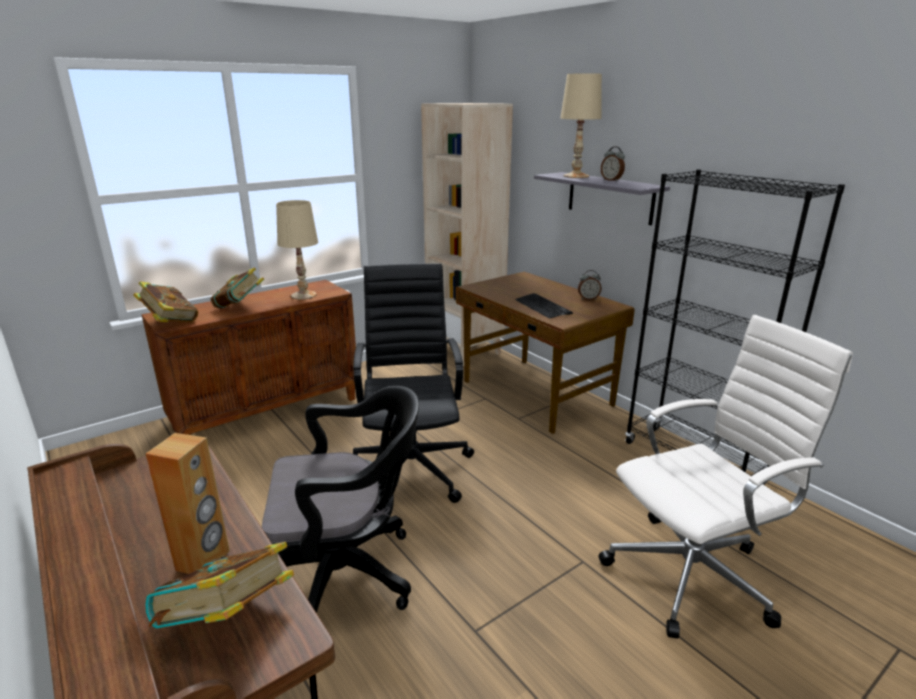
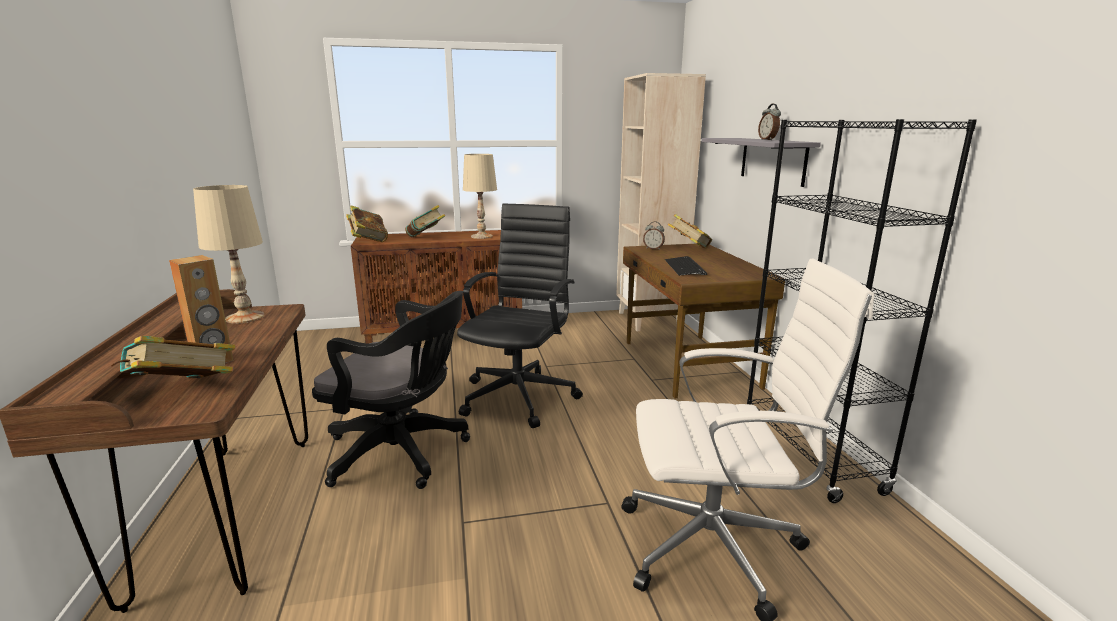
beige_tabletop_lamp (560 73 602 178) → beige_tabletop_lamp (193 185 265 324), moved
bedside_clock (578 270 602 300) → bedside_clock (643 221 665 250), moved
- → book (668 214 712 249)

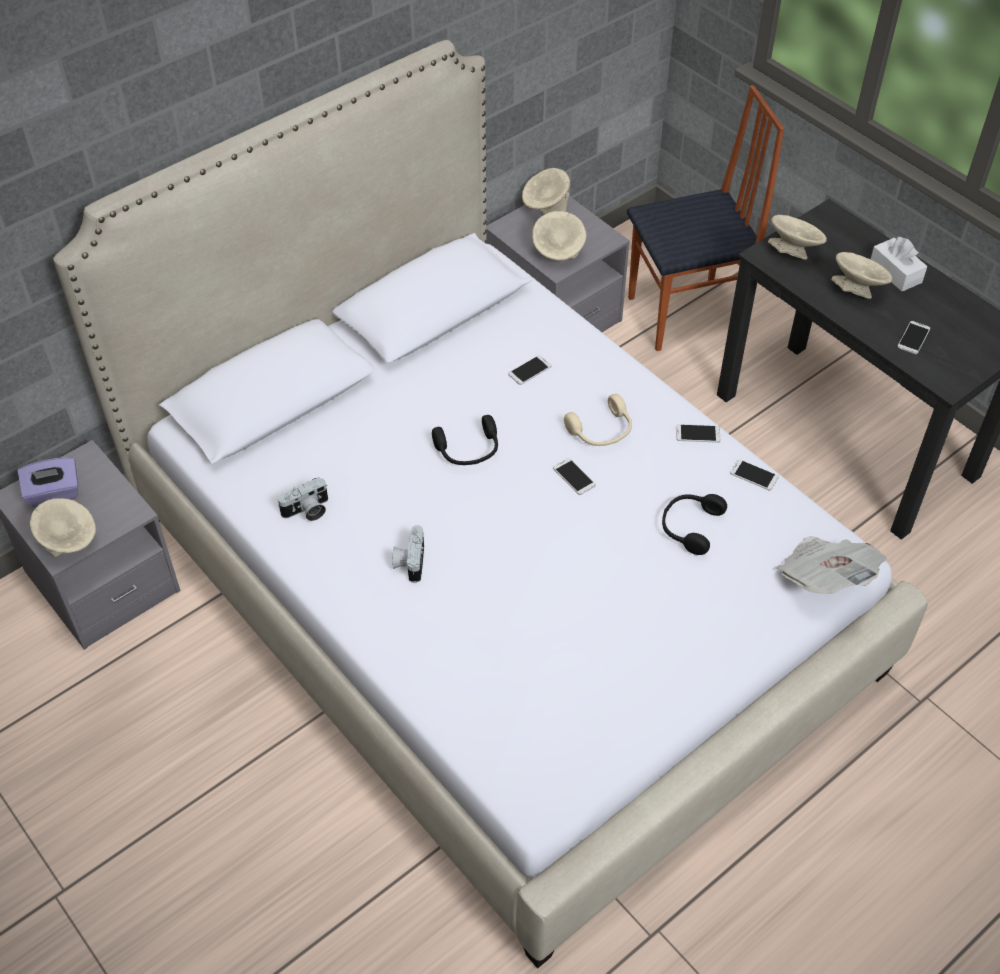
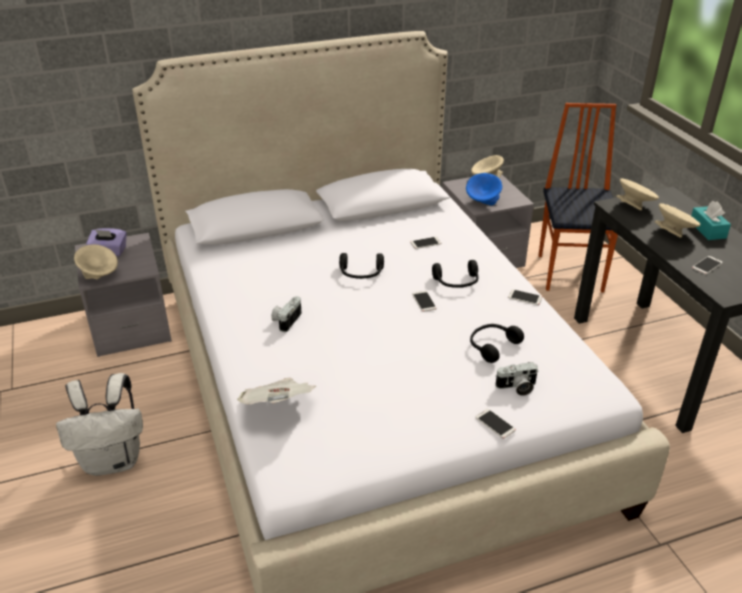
upright_chair (627 85 784 351) → upright_chair (539 103 618 293), 90 degrees counterclockwise
beige_serving_bowl (532 211 587 261) → bluish_serving_bowl (466 173 502 206)
white_tissue_box (871 236 927 291) → turquoise-coloured_tissue_box (691 201 731 240)
beige_headset (564 394 632 446) → black_headset (432 260 479 288)
handset (730 459 779 491) → handset (475 409 516 439), moved
photo_camera (277 477 328 521) → photo_camera (495 362 538 396), moved
daily_paper (776 536 887 594) → daily_paper (237 378 317 404), moved
- → white_knapsack (56 373 143 476)

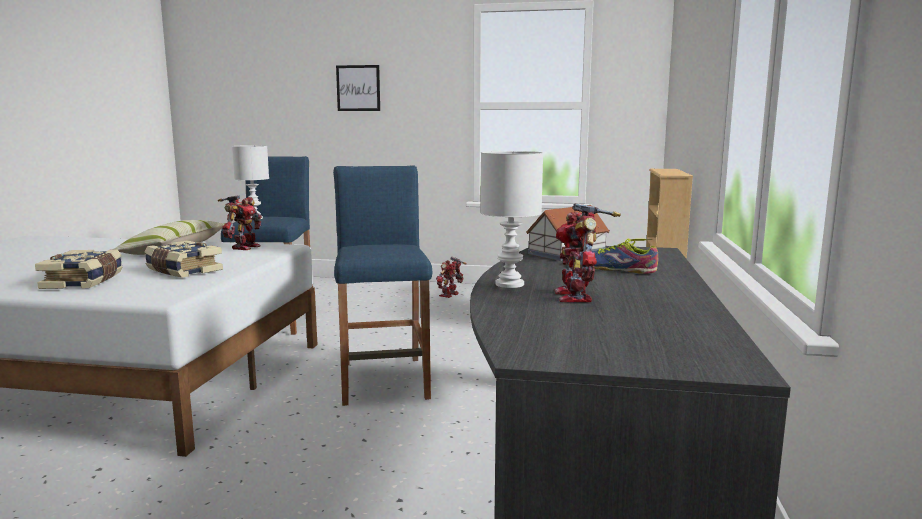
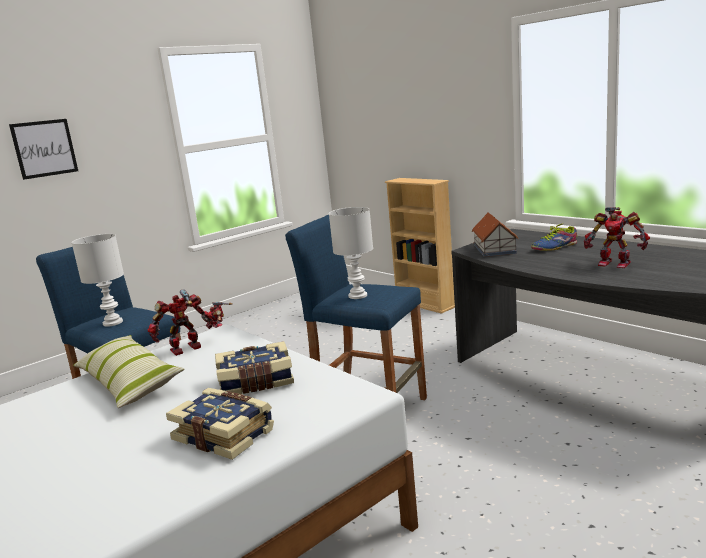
white_tabletop_lamp (480 151 543 288) → white_tabletop_lamp (329 207 373 299), moved
toy_robot (218 195 262 250) → toy_robot (148 289 214 356), 90 degrees counterclockwise

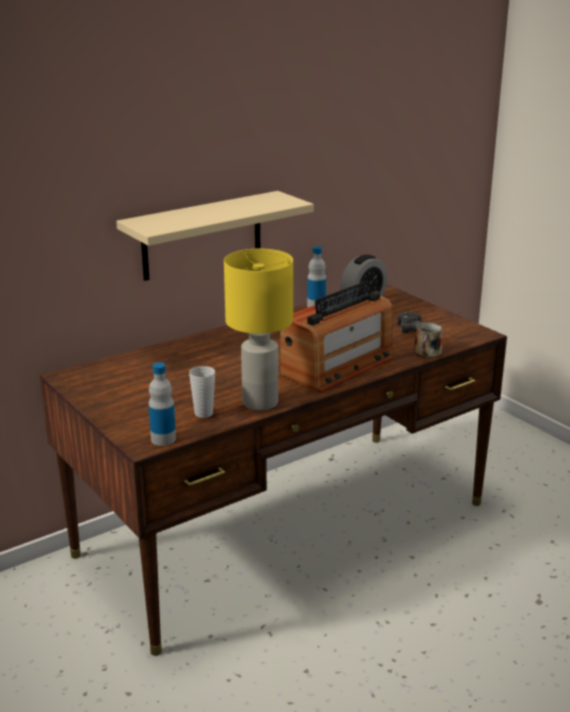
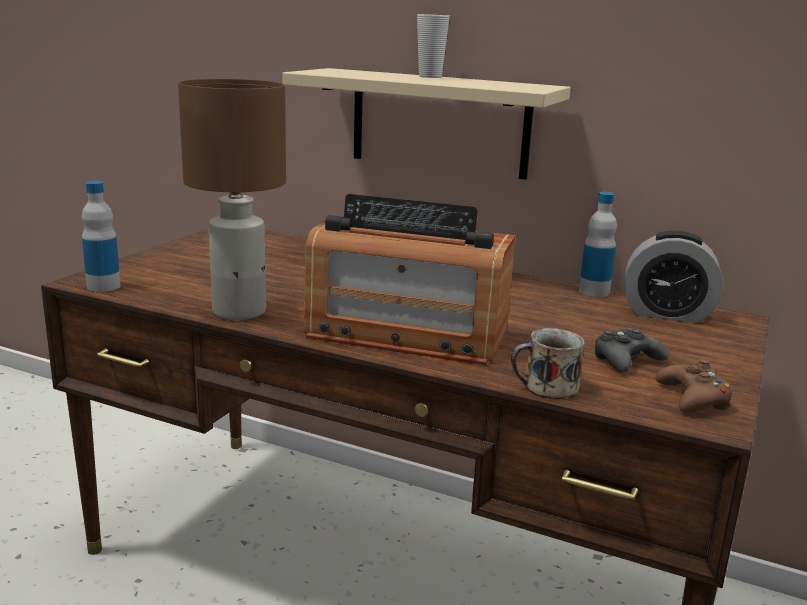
yellow-coloured_tabletop_lamp (224 249 293 410) → brown-coloured_tabletop_lamp (178 79 286 320)
small_cup (189 366 215 418) → small_cup (417 14 450 78), moved
- → brown-coloured_joypad (656 359 732 413)

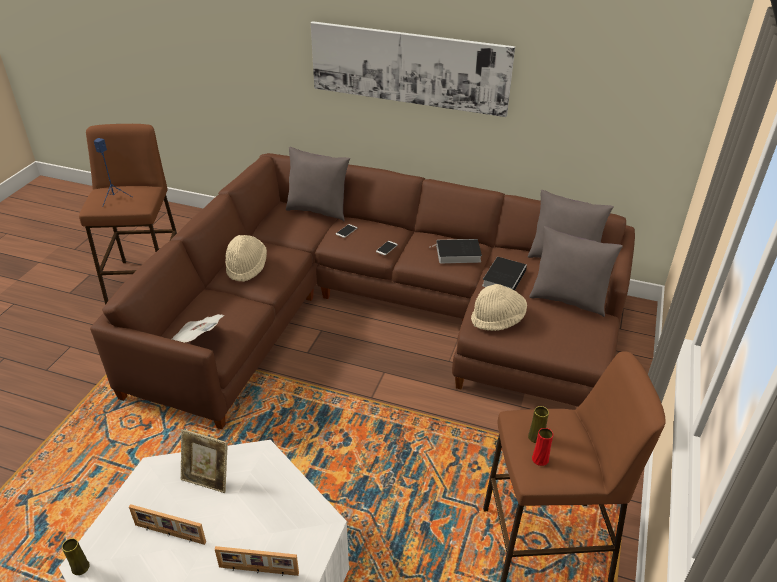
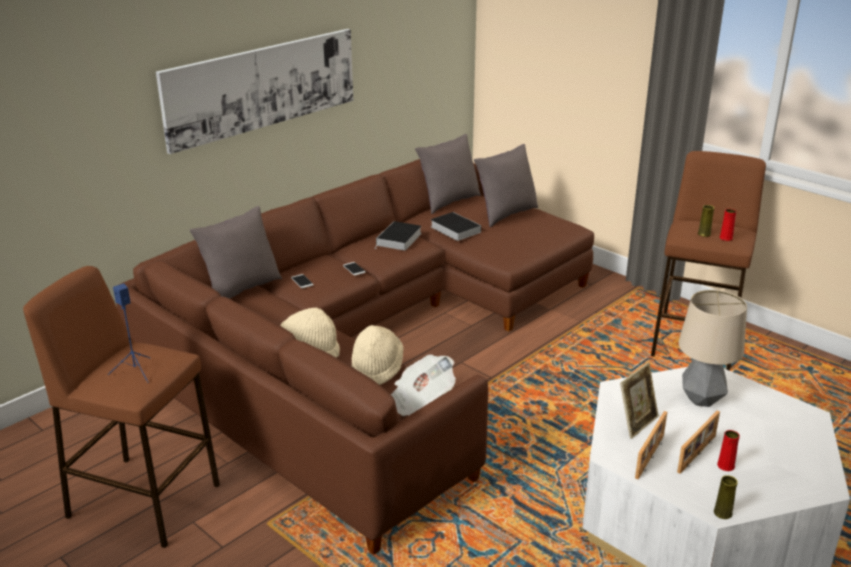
beige_clothing_hat (471 284 527 331) → beige_clothing_hat (352 325 404 385), moved
picture_frame (215 546 299 576) → picture_frame (635 411 667 479), moved
- → tabletop_lamp (678 290 747 407)
- → reddish_vase (717 430 740 471)

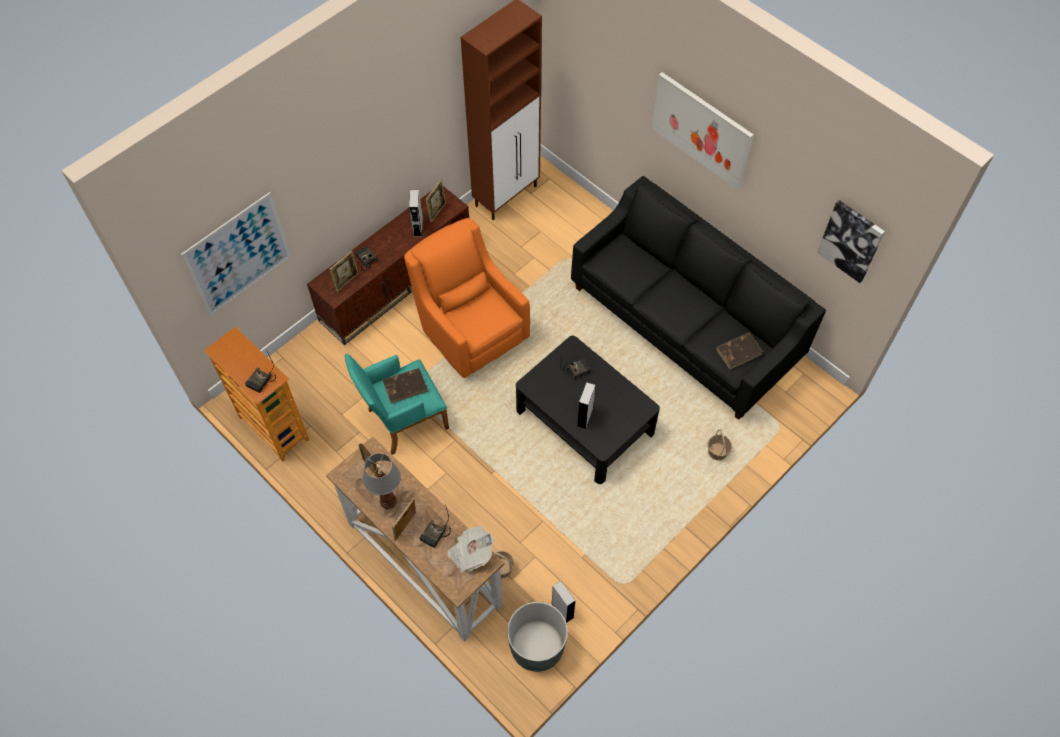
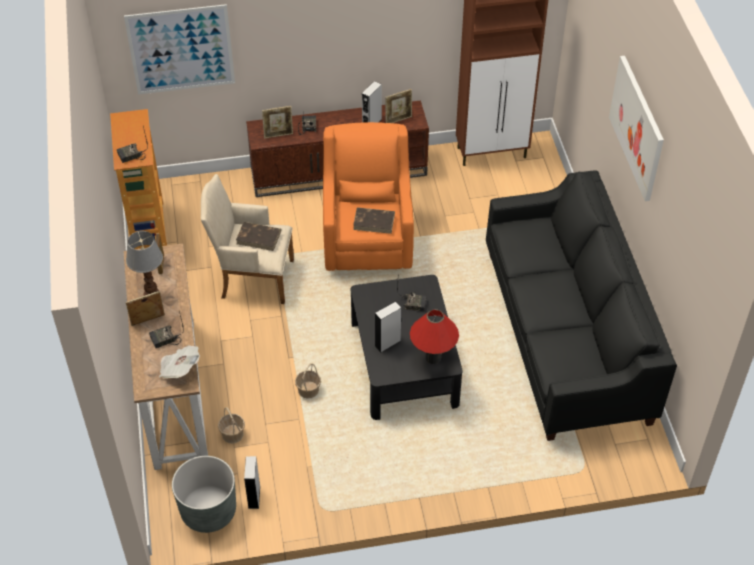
picture (817 200 885 283) → -
brown-coloured_book (716 332 763 369) → brown-coloured_book (353 207 395 234), moved
turquoise-coloured_lounge_chair (345 353 449 455) → beige_lounge_chair (201 174 294 304)
basket (708 430 732 461) → basket (295 363 321 399), moved
- → reddish_tabletop_lamp (410 309 459 364)

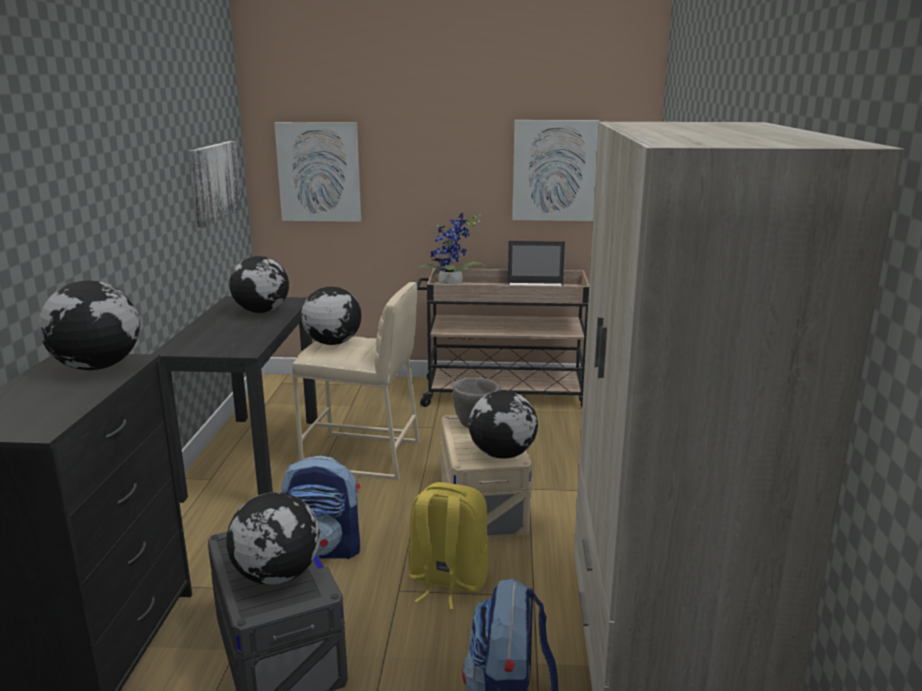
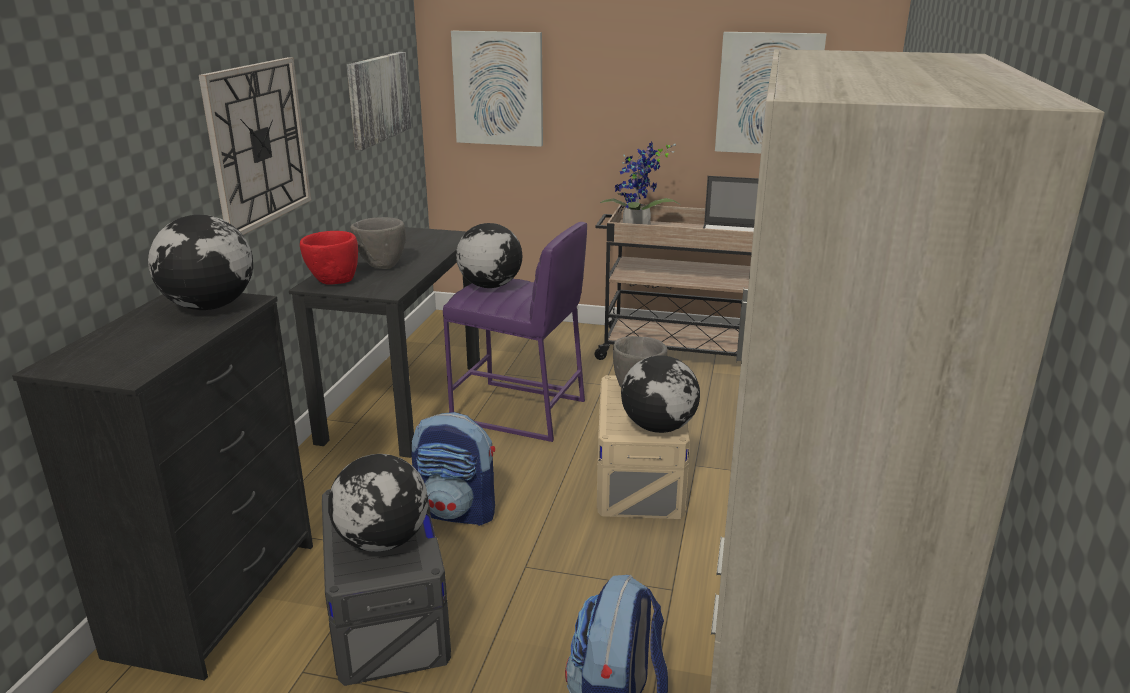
desk_globe (230 256 289 313) → -
beige_sitting_stool (292 282 420 480) → purplish_sitting_stool (443 222 587 442)
yellow-coloured_knapsack (409 482 488 610) → -
- → hanging_clock (199 57 311 235)
- → grey_serving_bowl (350 217 406 269)
- → reddish_serving_bowl (300 231 358 285)

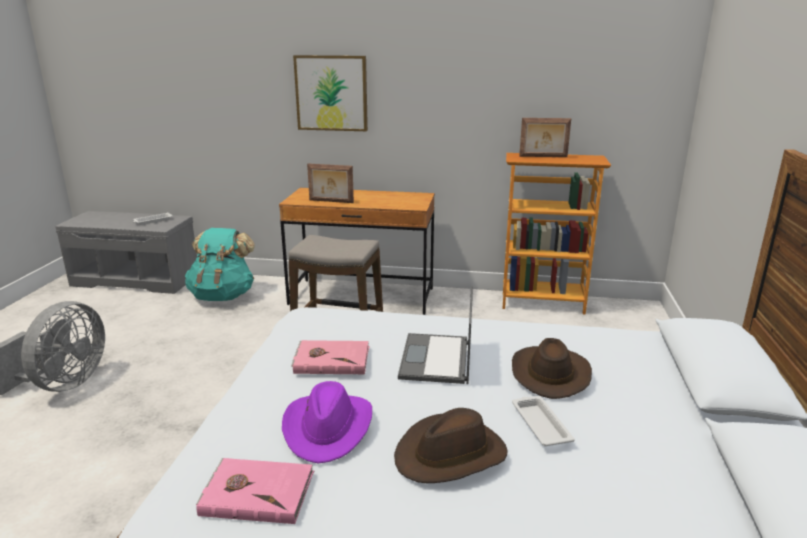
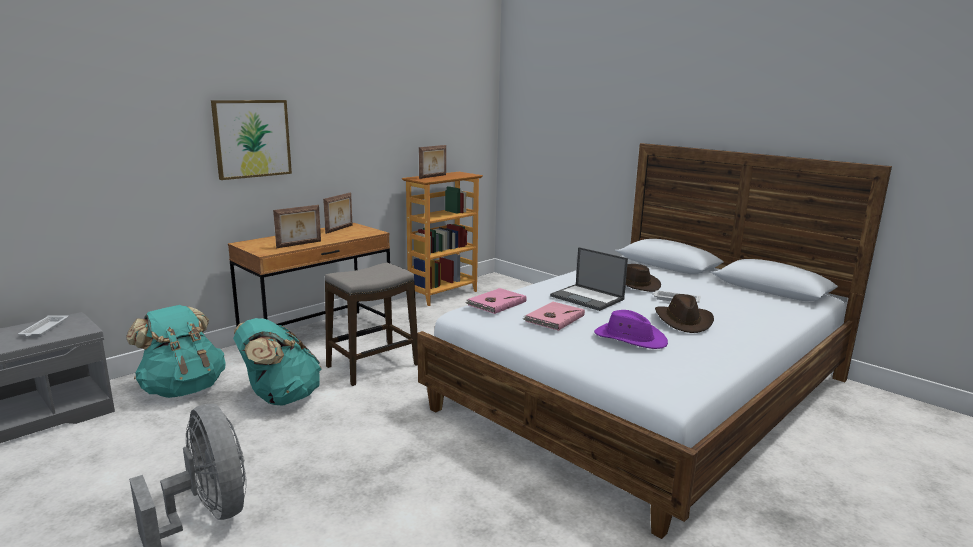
pink-coloured_book (196 458 314 524) → pink-coloured_book (465 288 527 314), moved
- → picture_frame (323 192 353 234)
- → turquoise-coloured_knapsack (233 318 321 406)

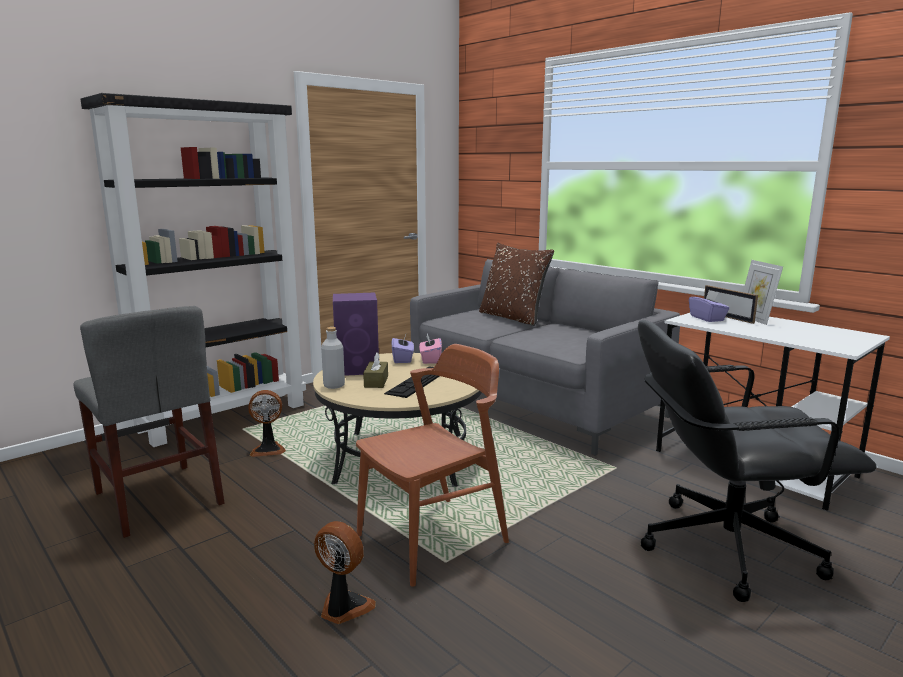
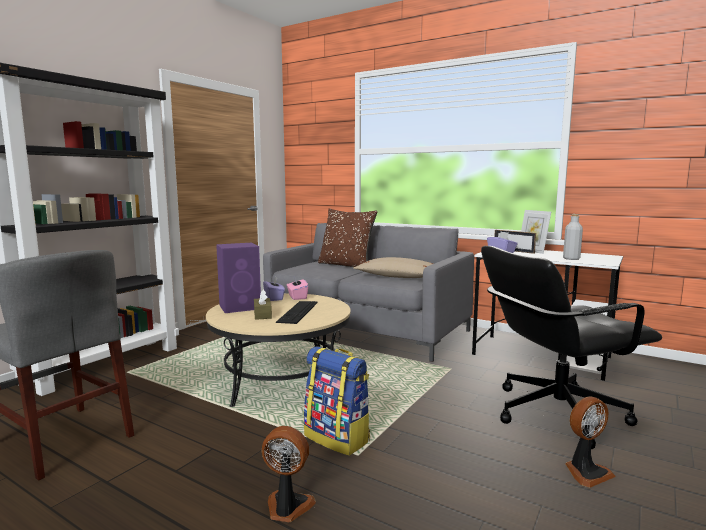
grey_beverage_bottle (321 327 345 389) → grey_beverage_bottle (563 214 583 260), moved
brown-coloured_upright_chair (356 344 509 587) → knapsack (304 347 370 456)
cooling_fan (248 390 286 457) → cooling_fan (565 396 616 488), moved
- → beige_throw_pillow (353 257 433 278)

